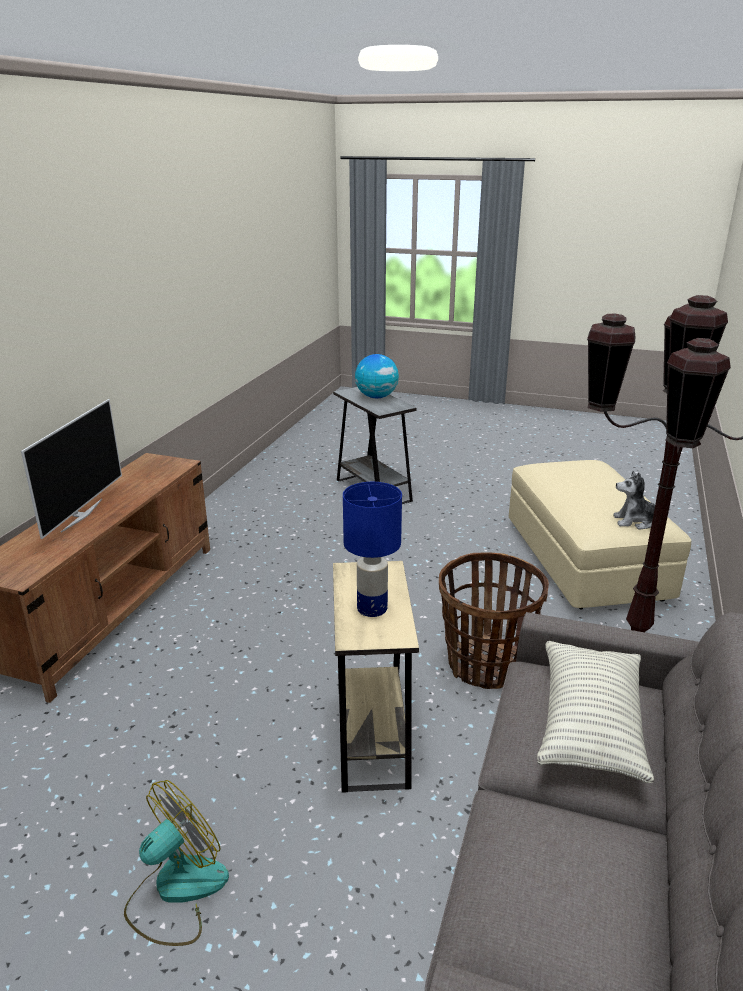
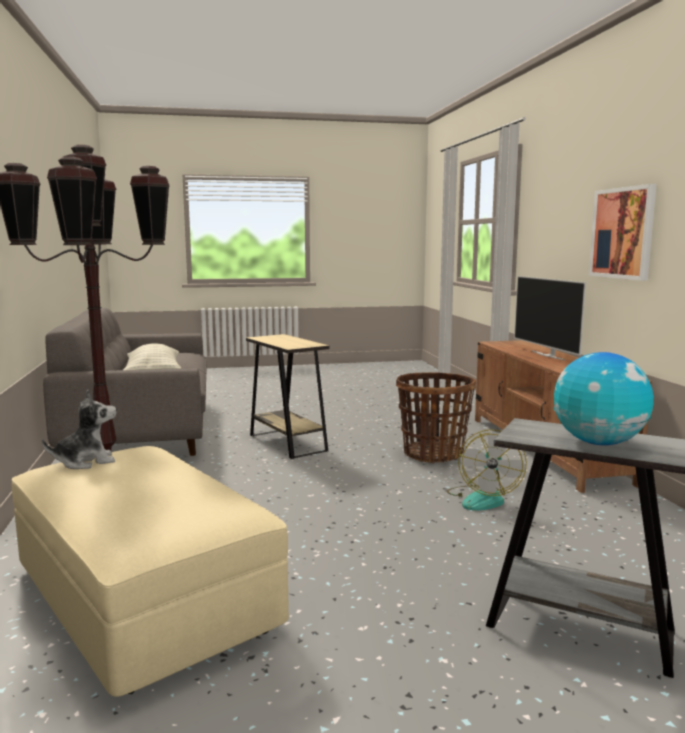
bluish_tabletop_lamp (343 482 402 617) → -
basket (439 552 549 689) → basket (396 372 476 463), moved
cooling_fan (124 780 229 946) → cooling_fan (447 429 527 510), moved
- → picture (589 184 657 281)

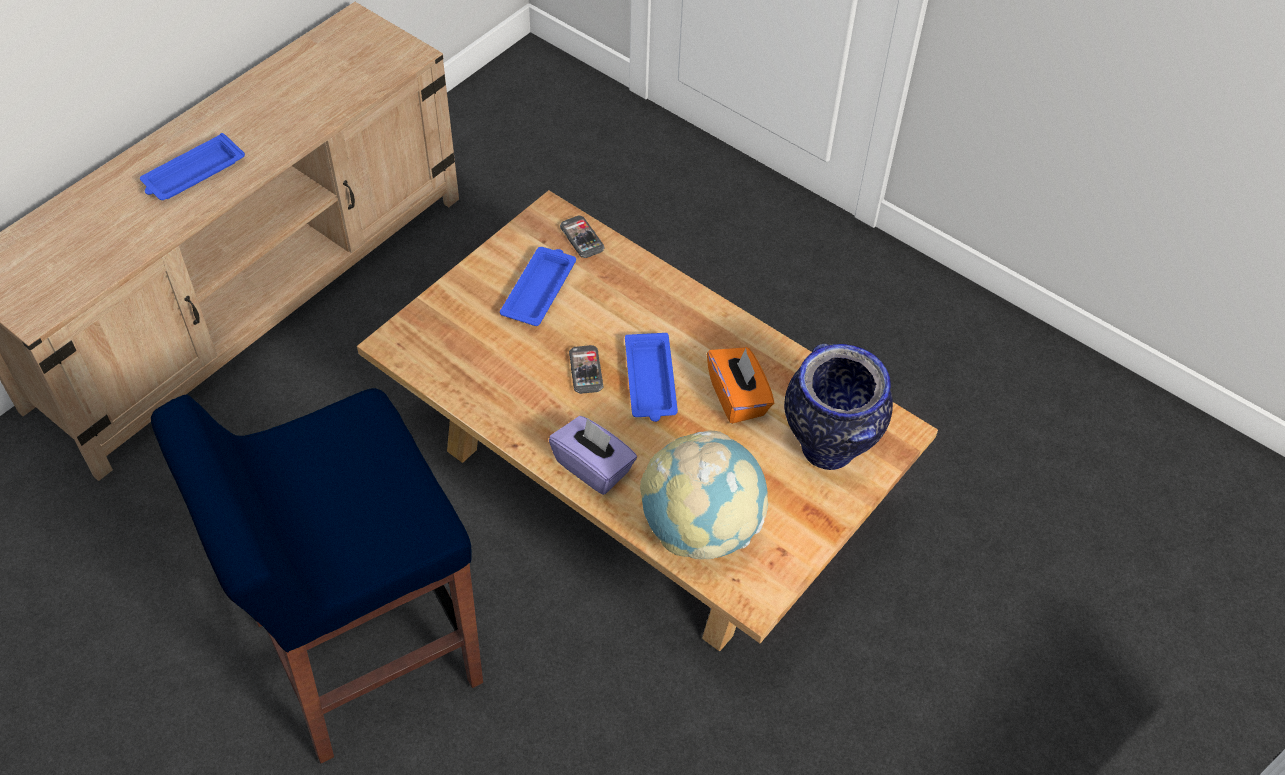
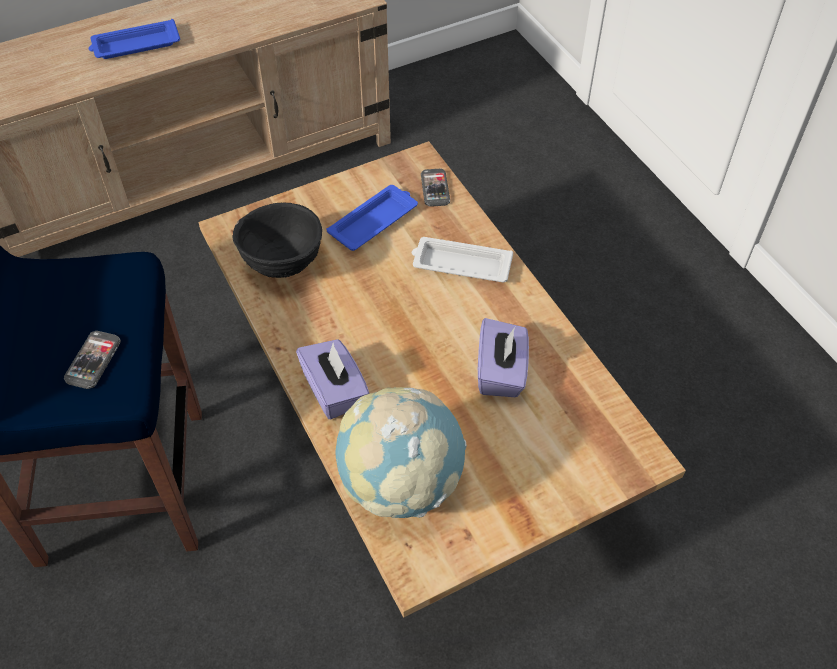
bluish_carrying_tray (625 333 678 422) → -
vase (784 343 893 470) → -
handset (569 345 603 394) → handset (64 331 121 389), moved
orangey_tissue_box (707 347 774 424) → purplish_tissue_box (478 318 529 397)
- → black_serving_bowl (233 202 322 278)
- → white_carrying_tray (412 237 513 282)

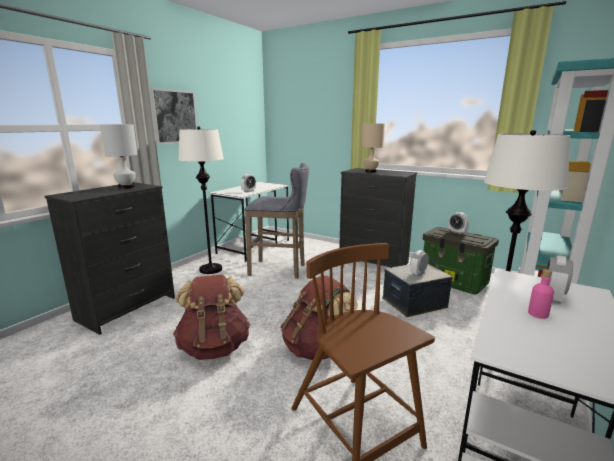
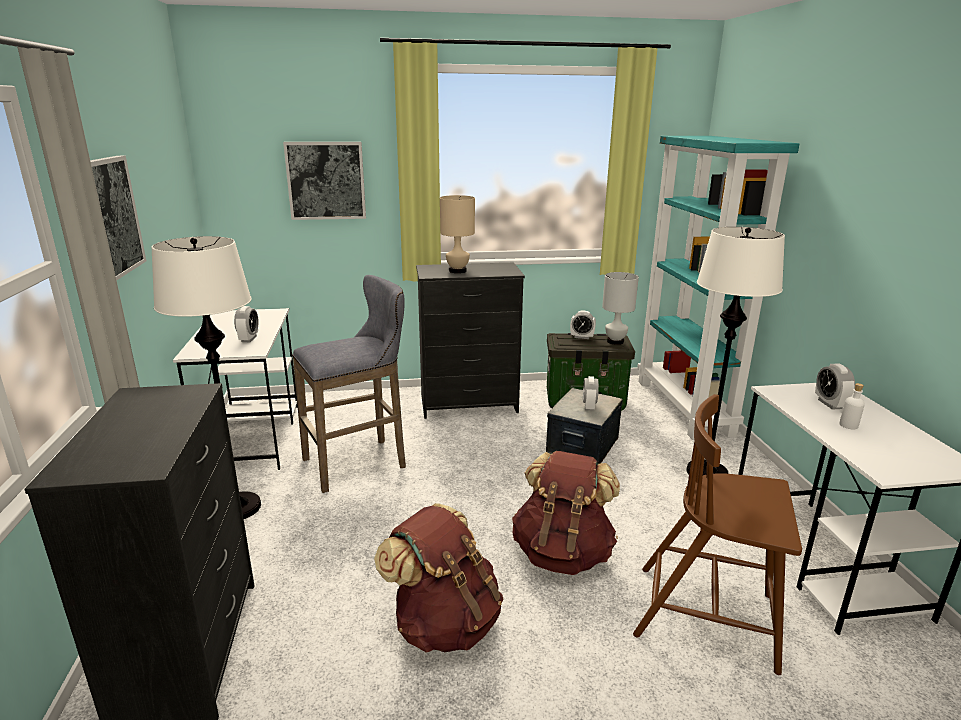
white_tabletop_lamp (100 124 138 189) → white_tabletop_lamp (602 272 639 345), moved
pink-coloured_beverage_bottle (528 269 554 319) → white_beverage_bottle (839 383 865 429)
- → picture (283 142 366 220)

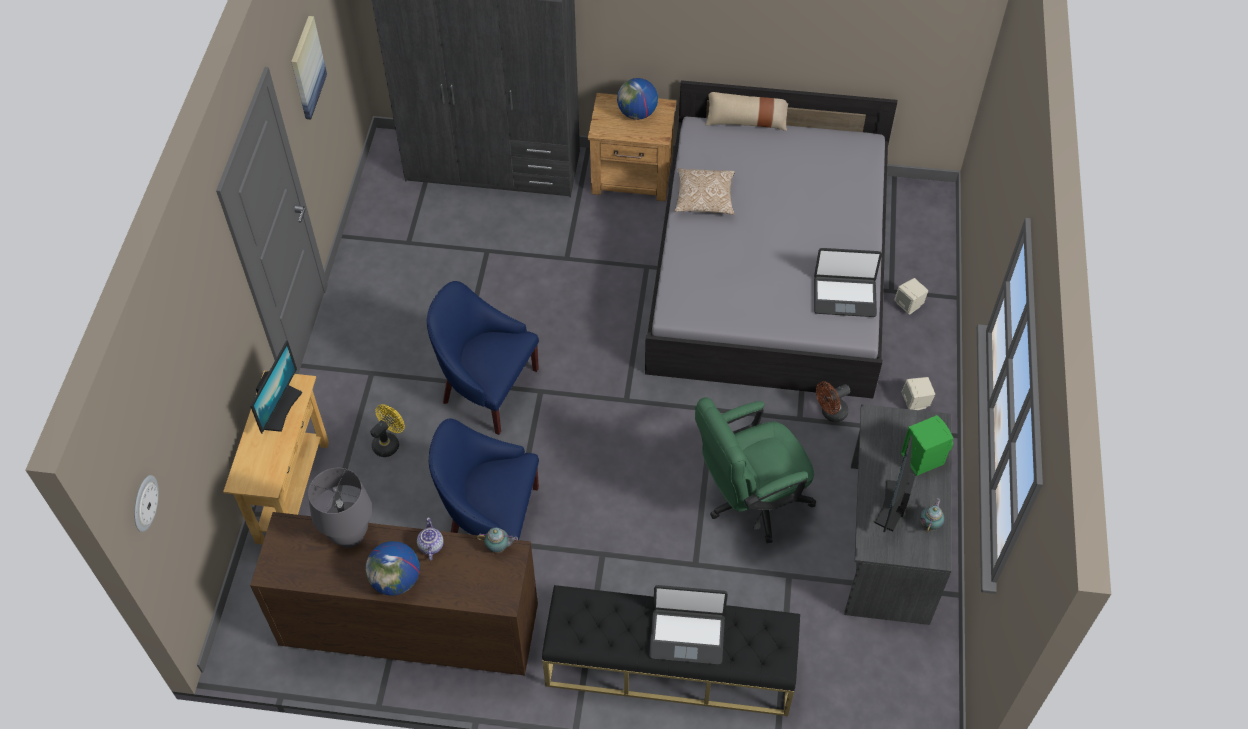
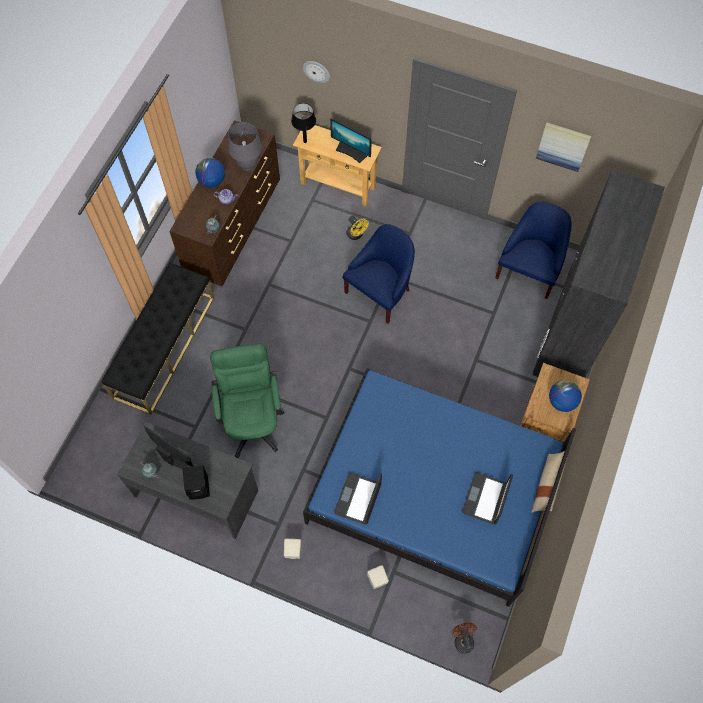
grey_bed (645 80 897 398) → bluish_bed (303 368 576 607)
throw_pillow (675 168 735 215) → -
brown-coloured_cooling_fan (816 381 850 422) → brown-coloured_cooling_fan (451 623 477 654), moved
greenish_audio_speaker (901 415 954 476) → black_audio_speaker (182 465 210 500)
bluish_lounge_chair (429 419 539 540) → bluish_lounge_chair (495 202 572 299), moved
hanging_clock (134 475 159 532) → hanging_clock (303 61 330 83), moved
notebook_computer (649 585 728 665) → notebook_computer (462 472 513 524), moved
- → black_tabletop_lamp (291 103 316 143)

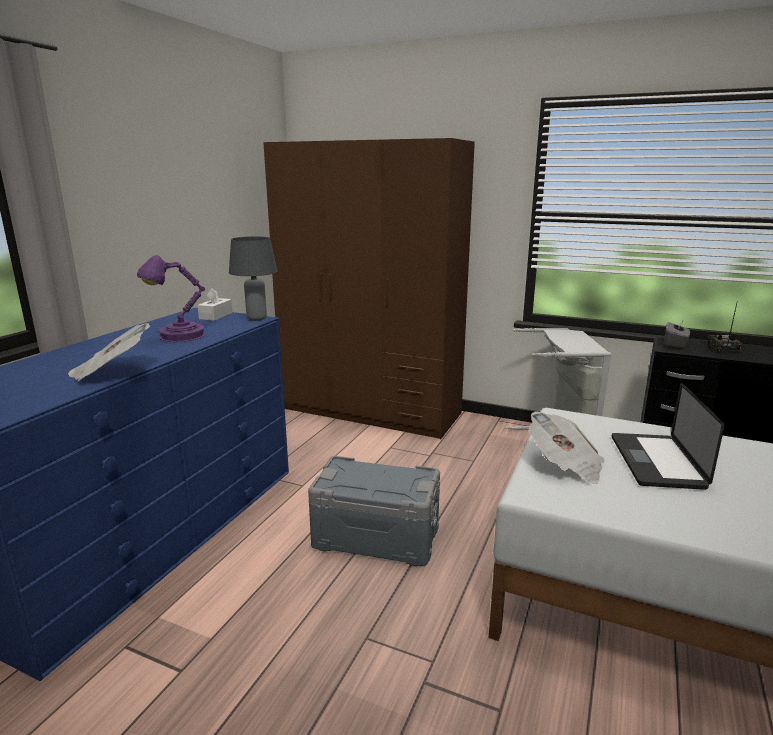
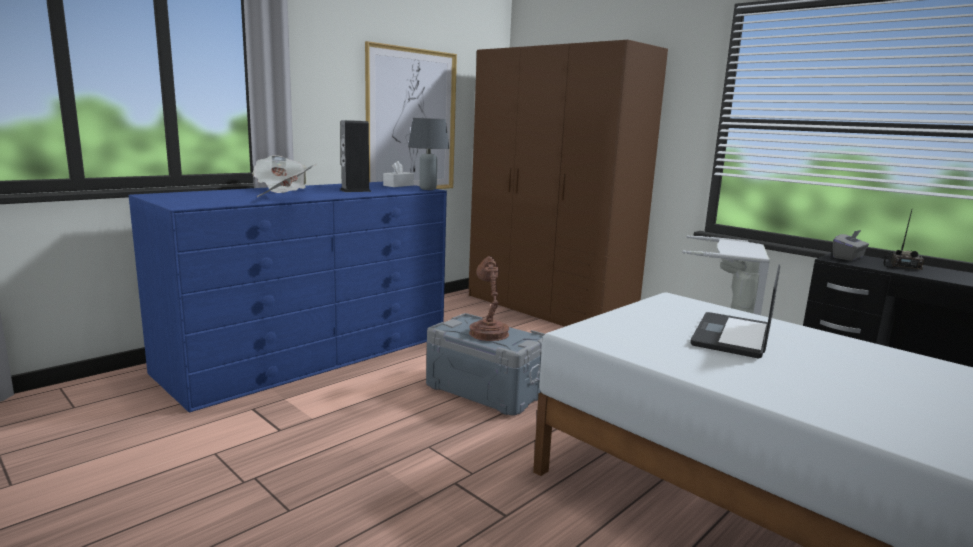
purplish_tabletop_lamp (137 255 205 342) → audio_speaker (340 120 371 192)
daily_paper (529 411 604 484) → daily_paper (252 155 307 193), moved
- → picture (365 41 457 189)
- → brown-coloured_tabletop_lamp (469 256 509 341)

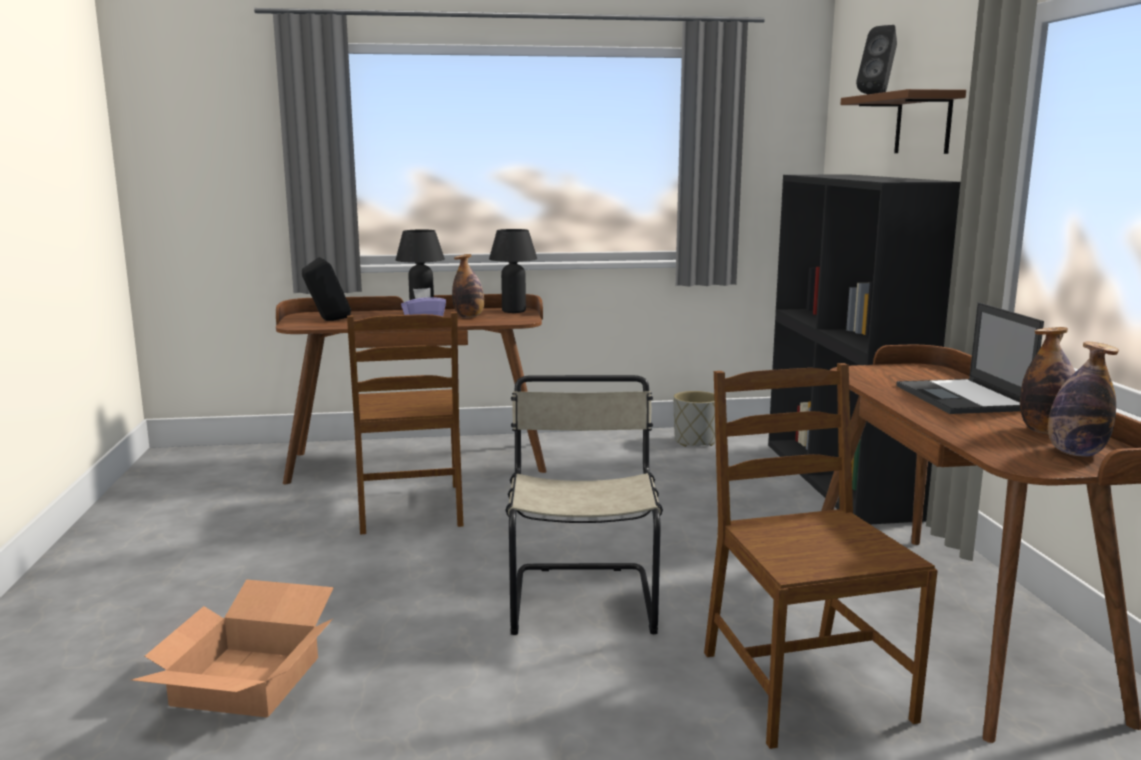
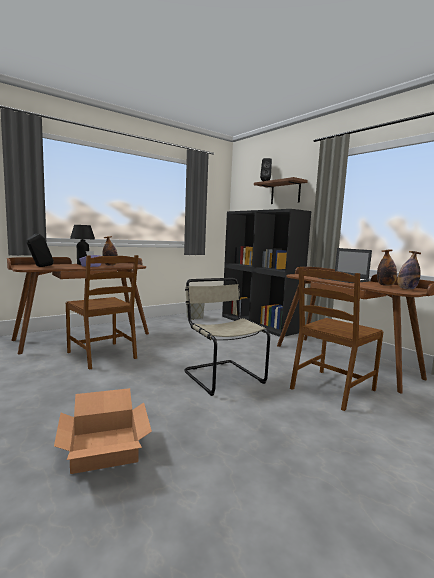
black_tabletop_lamp (489 229 537 313) → -
brown-coloured_upright_chair (704 363 938 749) → brown-coloured_upright_chair (290 267 383 411), 90 degrees counterclockwise

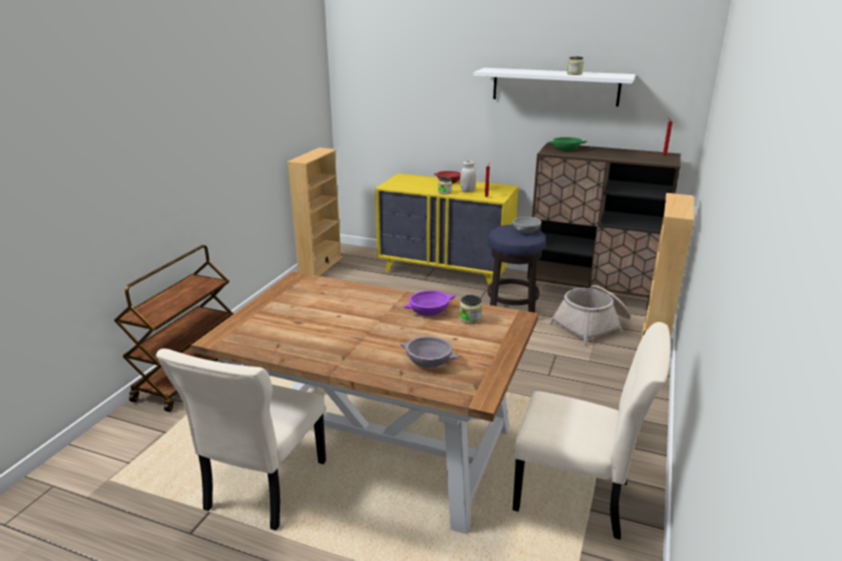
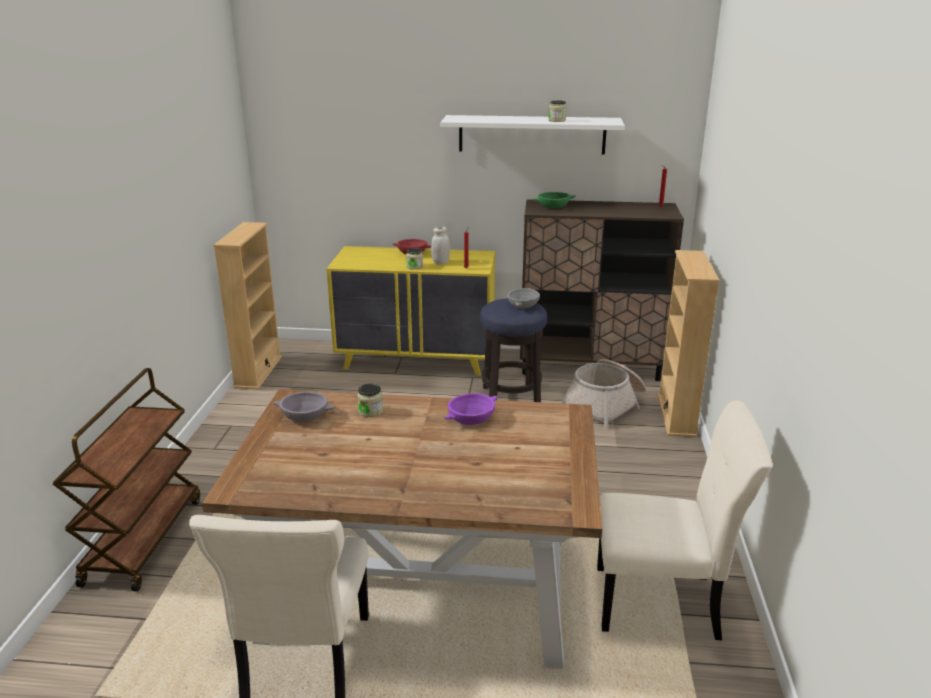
preserve_jar (460 295 482 324) → preserve_jar (357 384 383 417), moved
grey_serving_bowl (400 337 460 368) → grey_serving_bowl (273 392 336 422), moved

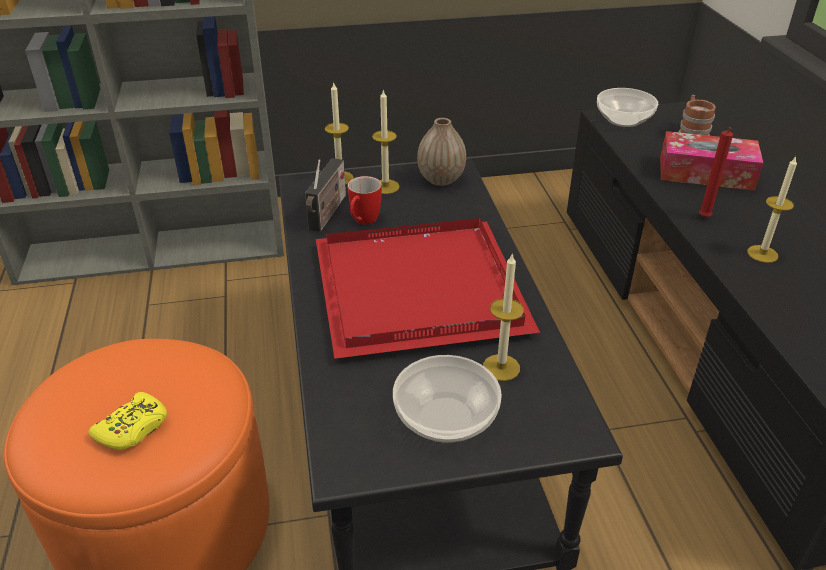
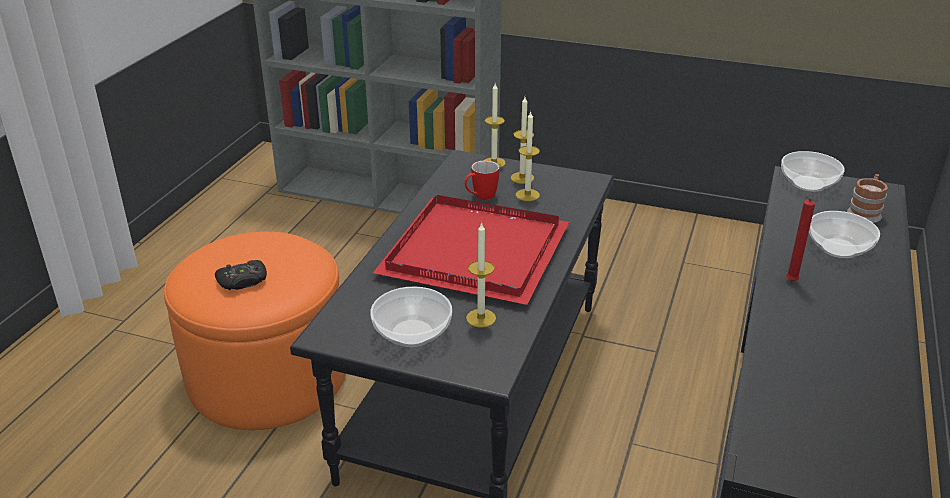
vase (417 118 466 186) → -
tissue_box (660 131 763 191) → serving_bowl (809 211 880 258)
wax_light (747 156 797 263) → wax_light (516 111 540 201), moved
radio_receiver (305 158 346 232) → -
yellow-coloured_joypad (88 392 167 450) → black_joypad (215 260 267 290)

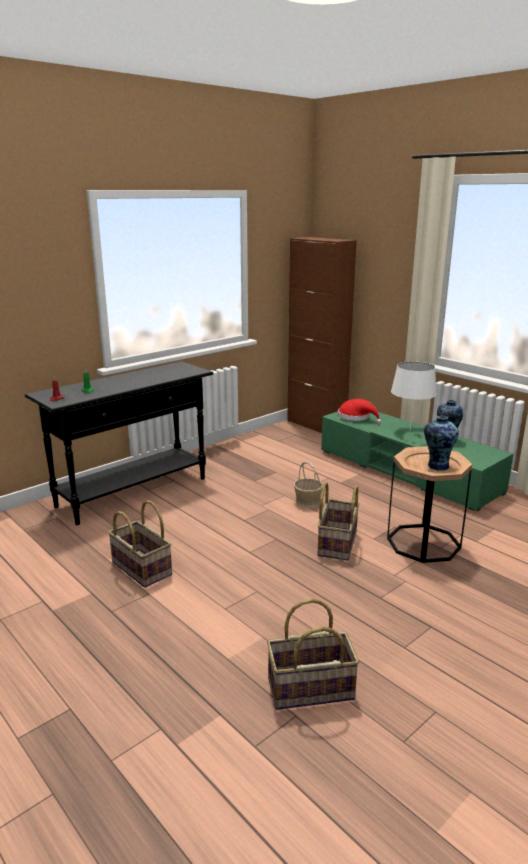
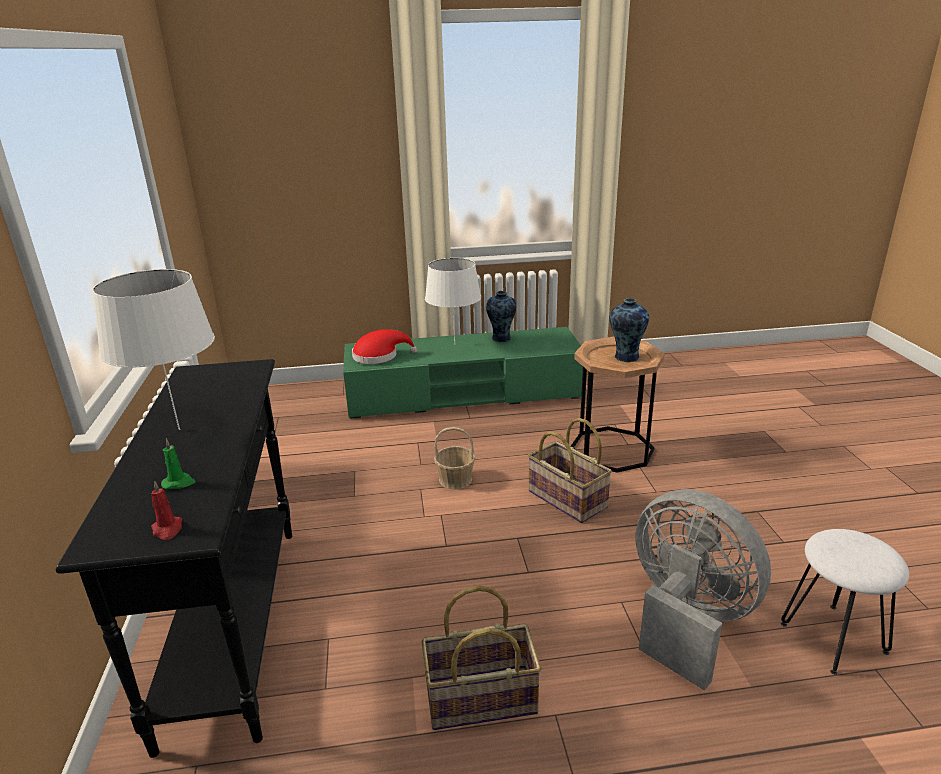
brown-coloured_storage_cabinet (287 237 357 433) → -
basket (267 599 359 710) → white_sitting_stool (781 529 909 675)
- → white_tabletop_lamp (92 269 215 430)
- → grey_cooling_fan (636 489 771 691)

